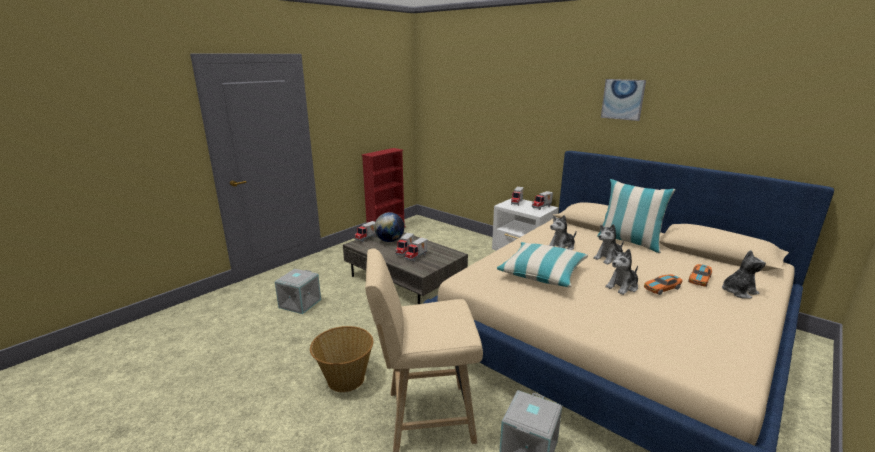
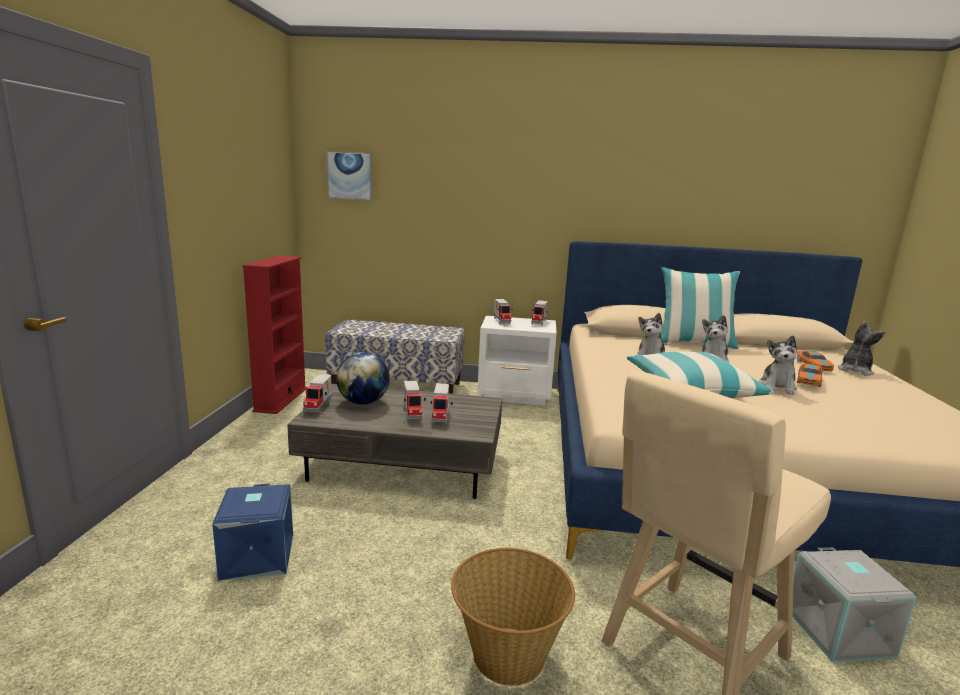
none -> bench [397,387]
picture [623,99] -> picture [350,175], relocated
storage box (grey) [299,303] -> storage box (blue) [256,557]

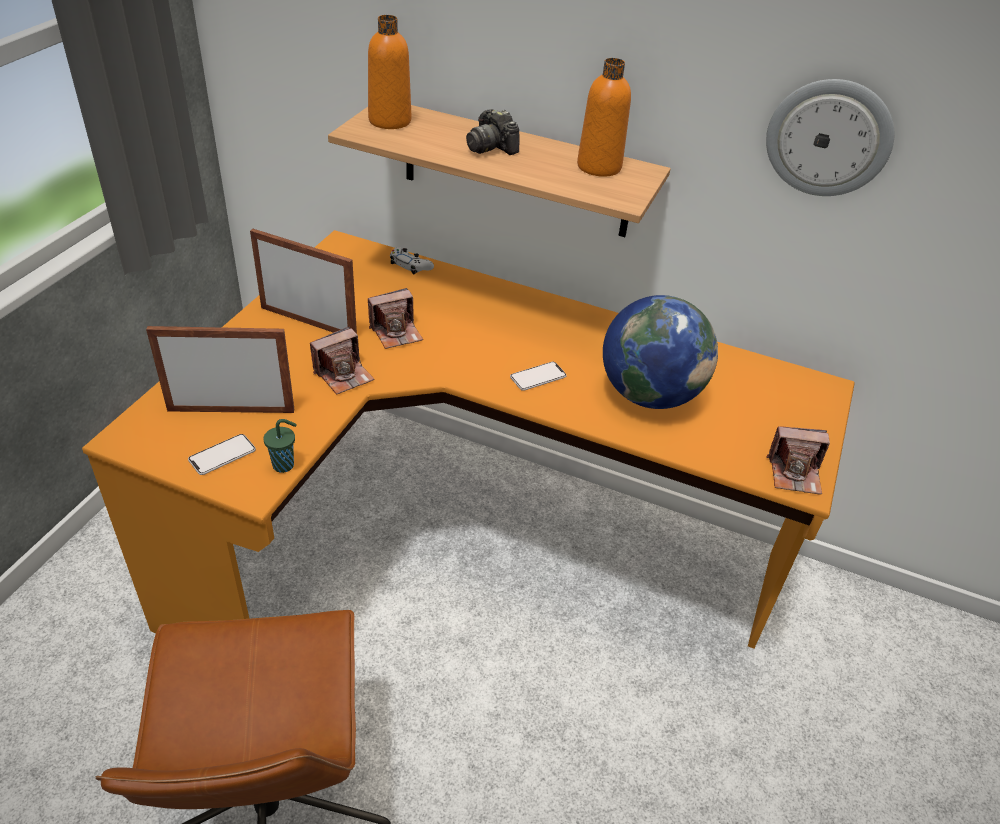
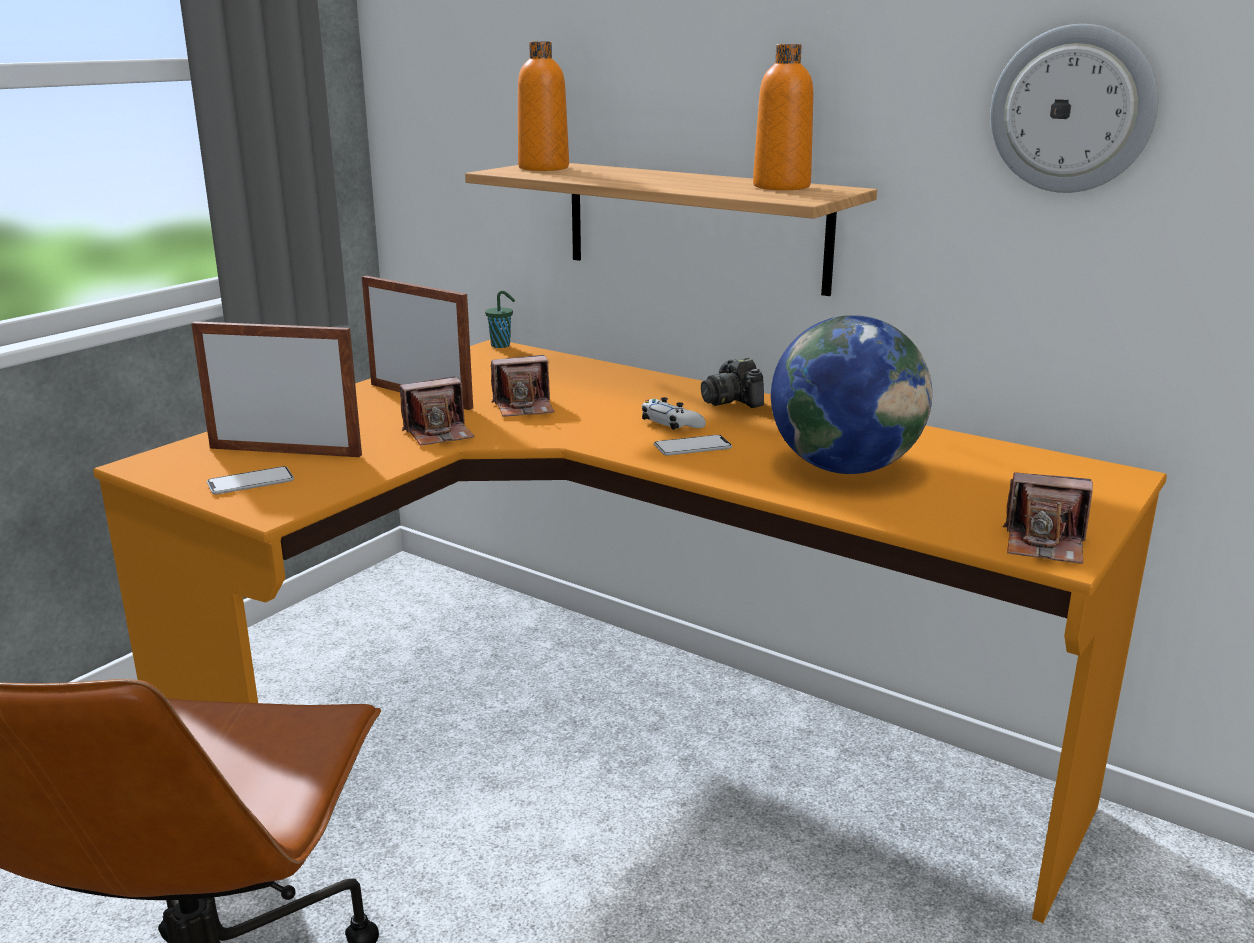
cup (green) [285,465] -> cup (green) [502,345], relocated
game controller (white) [410,266] -> game controller (white) [671,423], relocated
photo camera [491,147] -> photo camera [732,401], relocated

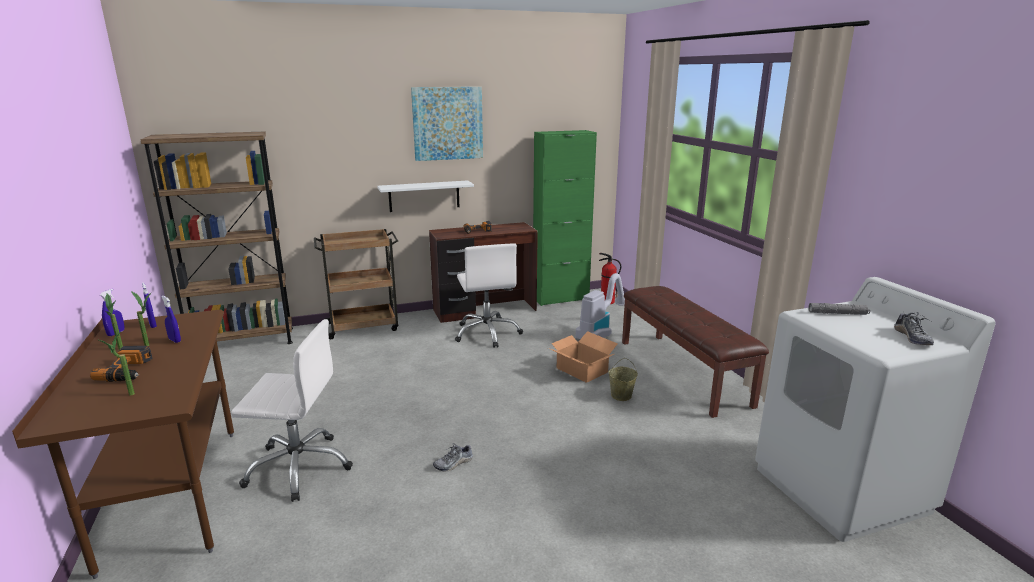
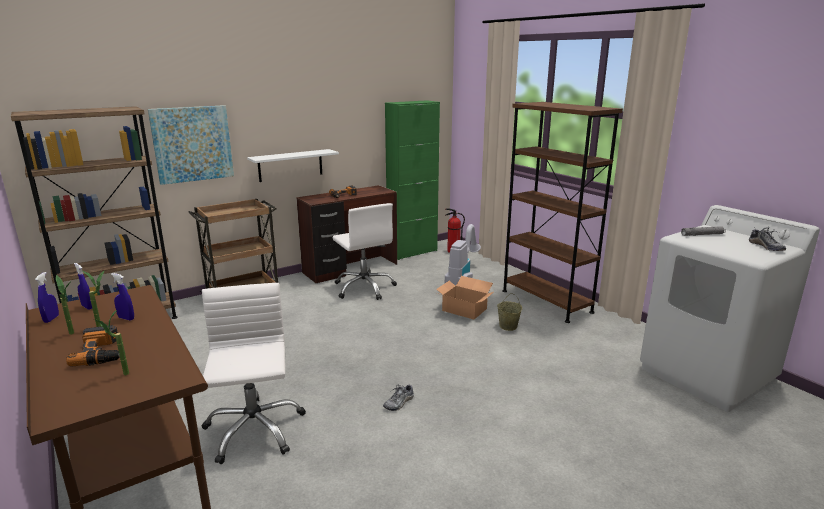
picture [447,123] -> picture [192,144], relocated
bench (brown) [683,372] -> bookcase (brown) [546,301]
office chair (white) [299,467] -> office chair (white) [254,430], 90 degrees counterclockwise

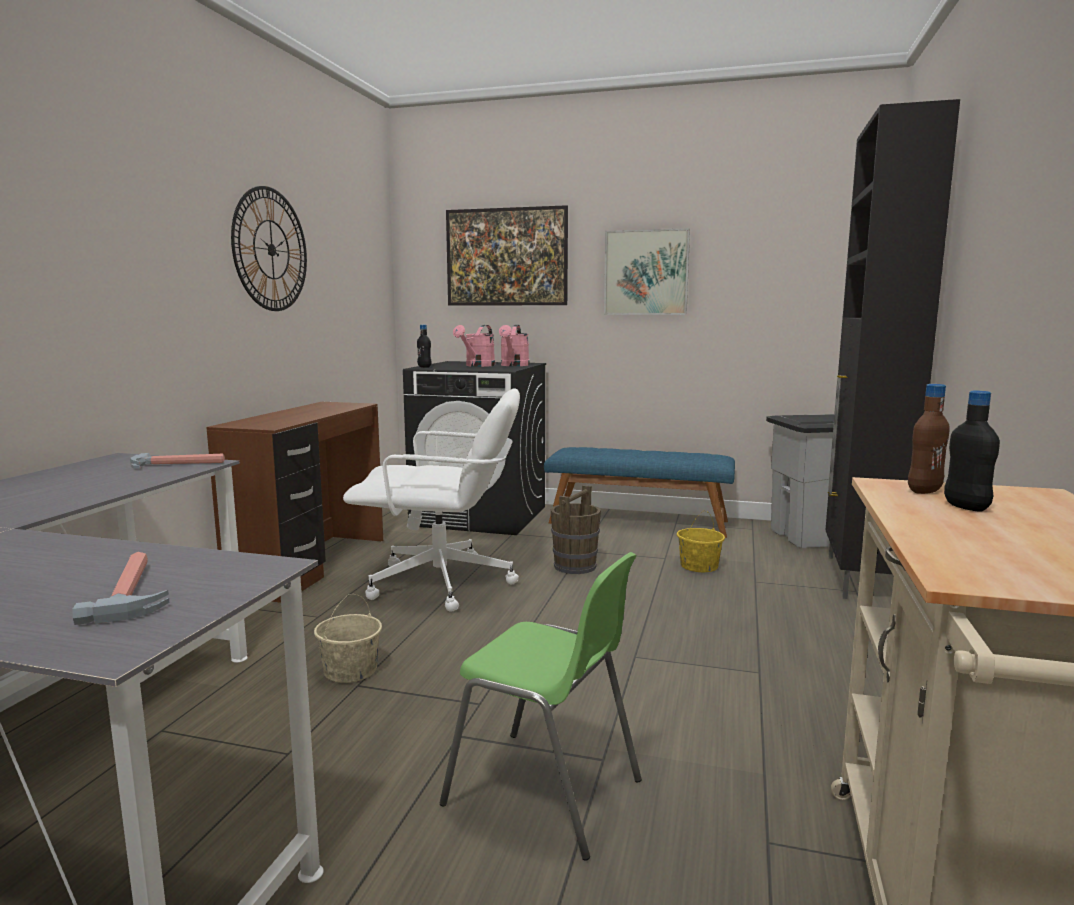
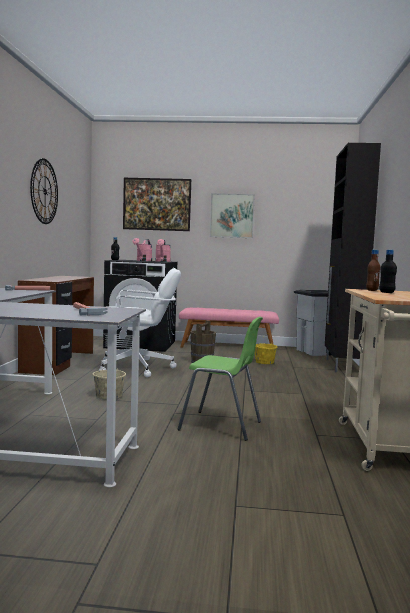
bench (blue) [638,521] -> bench (pink) [228,347]

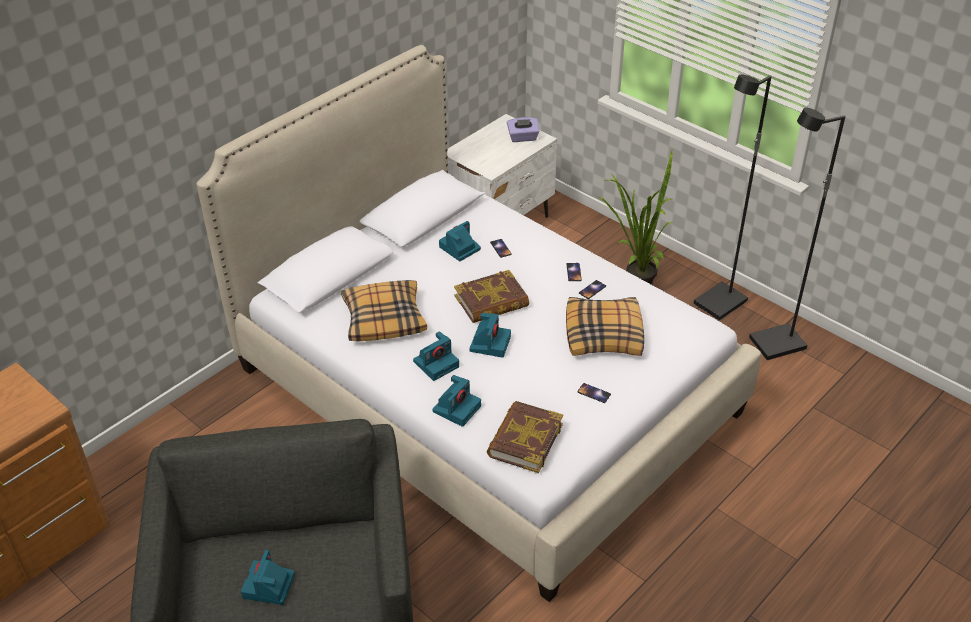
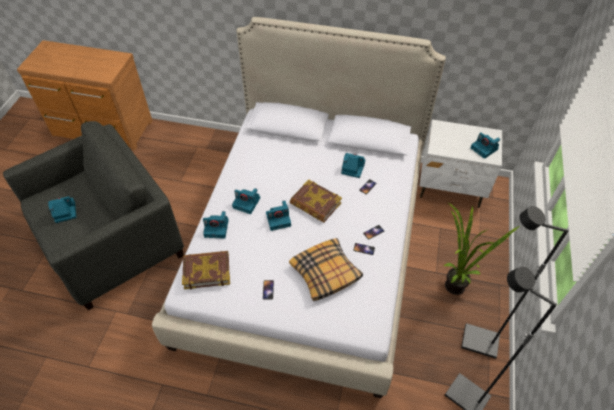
pillow [384,318] -> none
tissue box (purple) [523,138] -> photo camera [484,149]

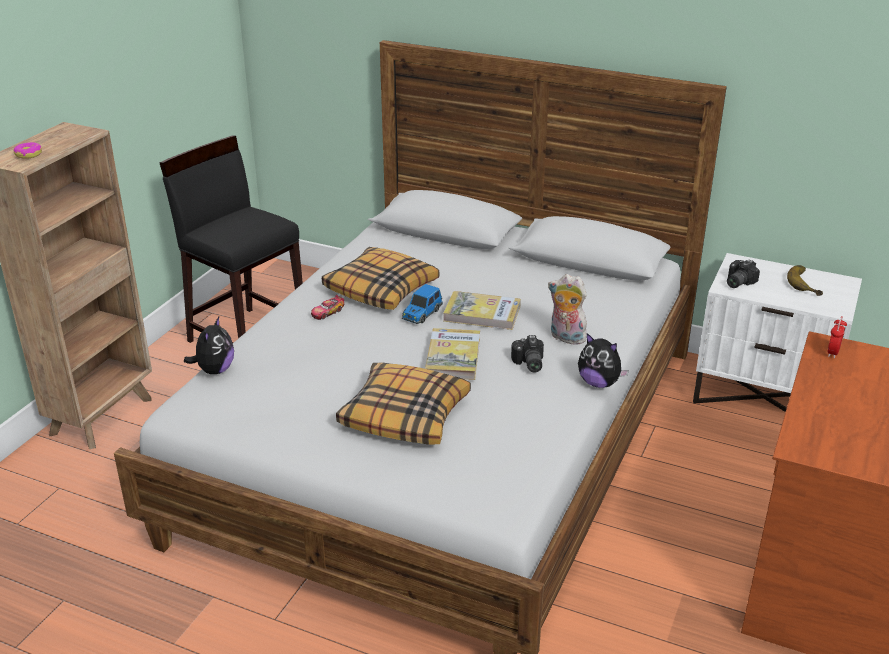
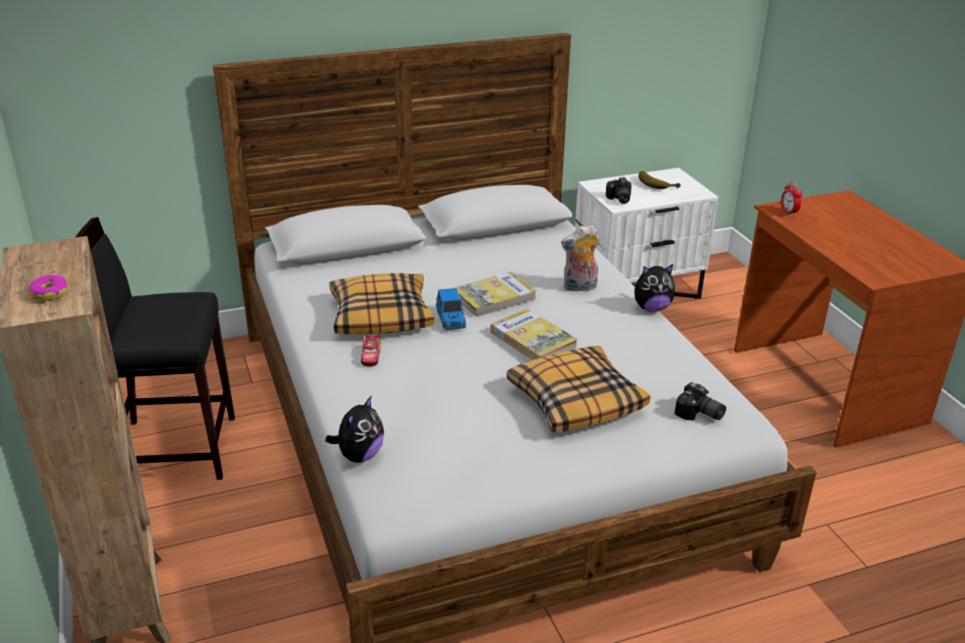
photo camera [528,364] -> photo camera [699,414], relocated
plush toy [214,370] -> plush toy [359,455], 60 degrees clockwise

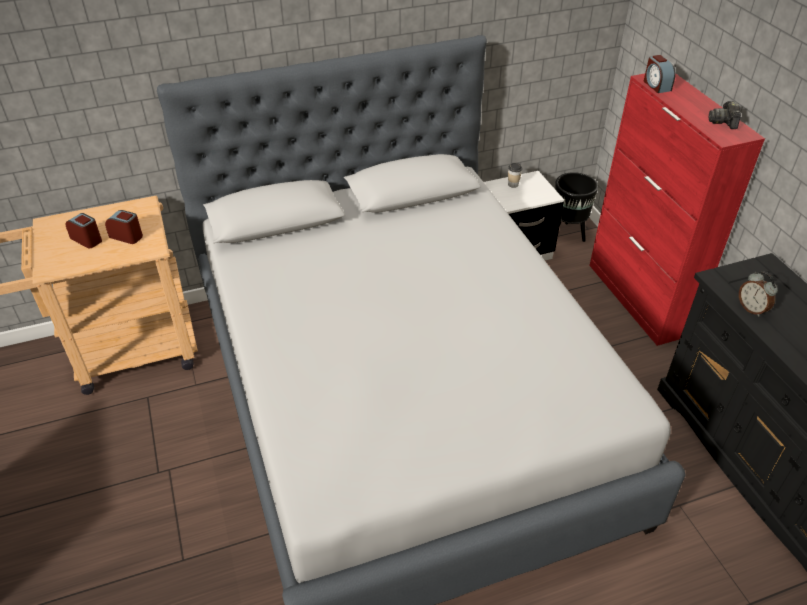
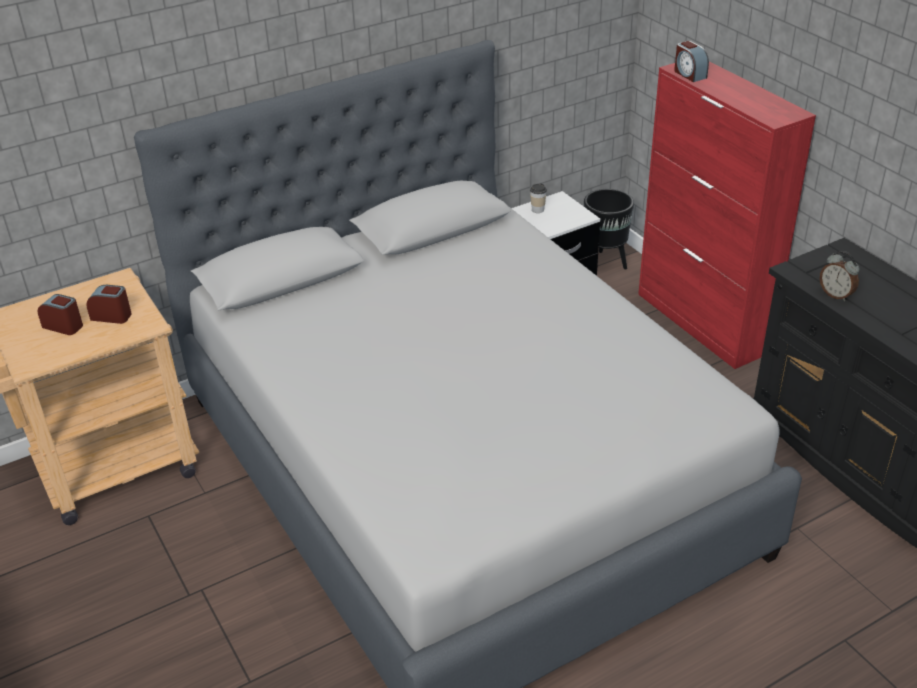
photo camera [723,122] -> none

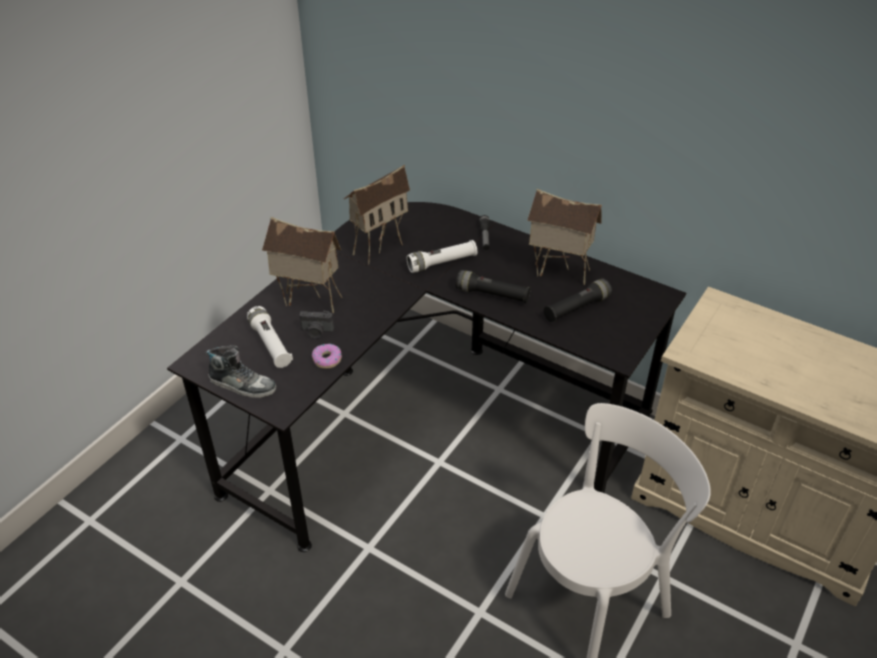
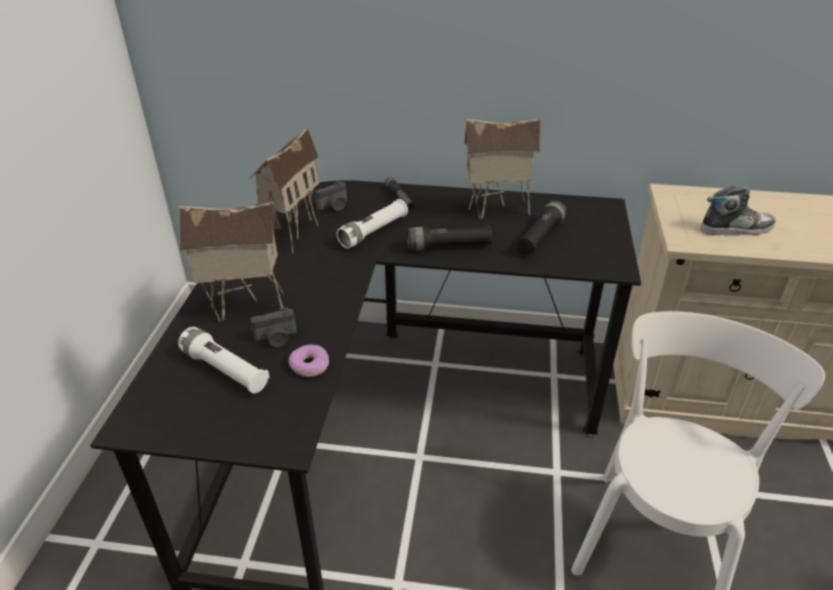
none -> photo camera [334,206]
shoe [242,385] -> shoe [736,228], relocated

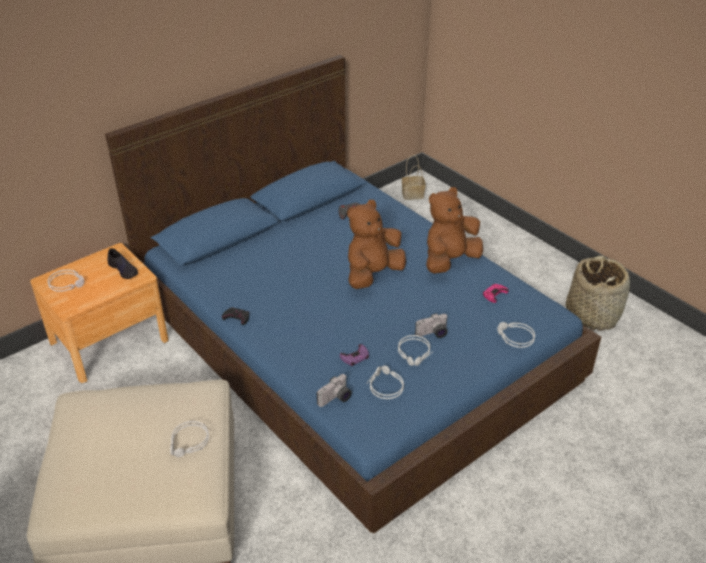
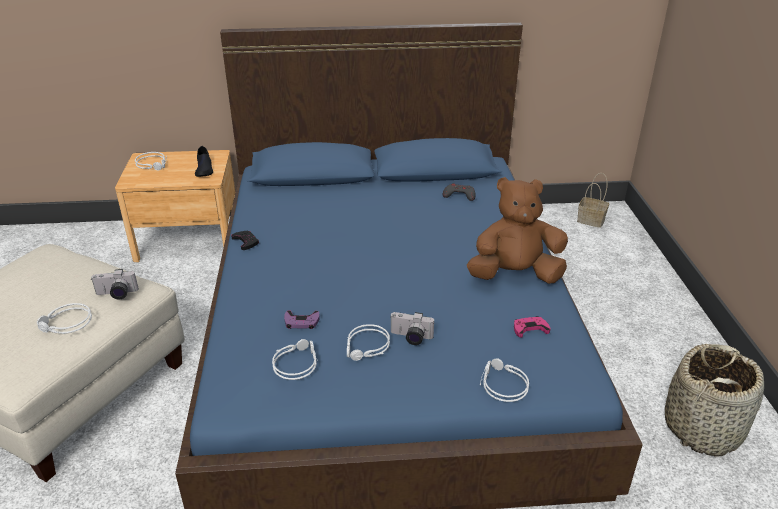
plush toy (brown) [373,274] -> none
photo camera [336,399] -> photo camera [116,294], relocated

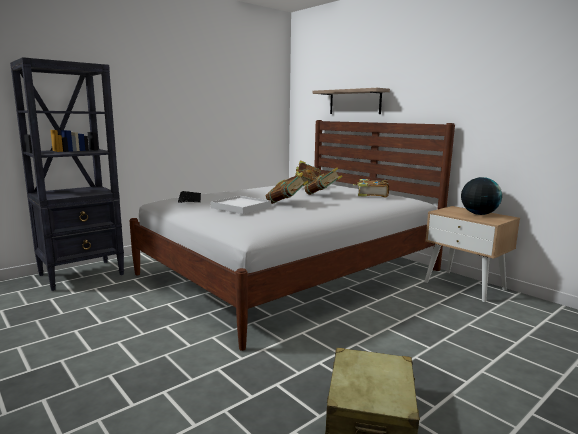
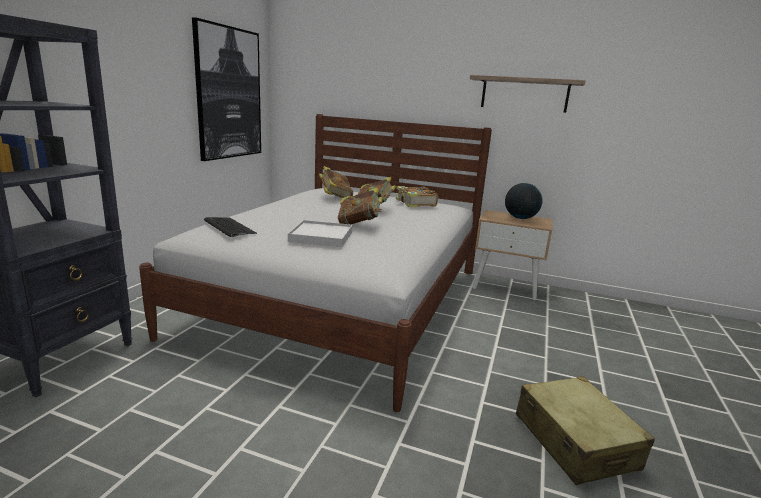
none -> picture [229,94]
shelf [354,102] -> shelf [524,94], relocated

